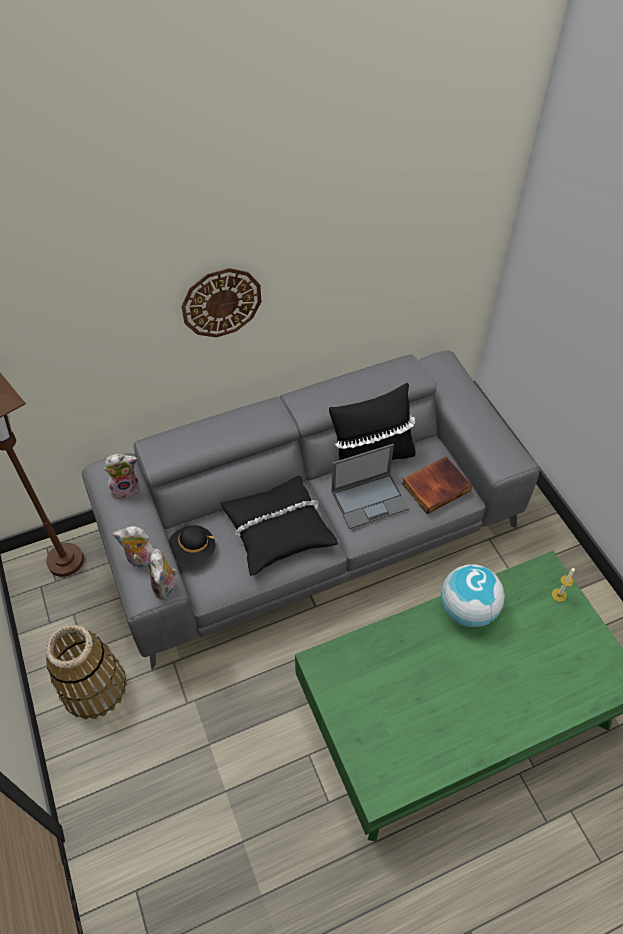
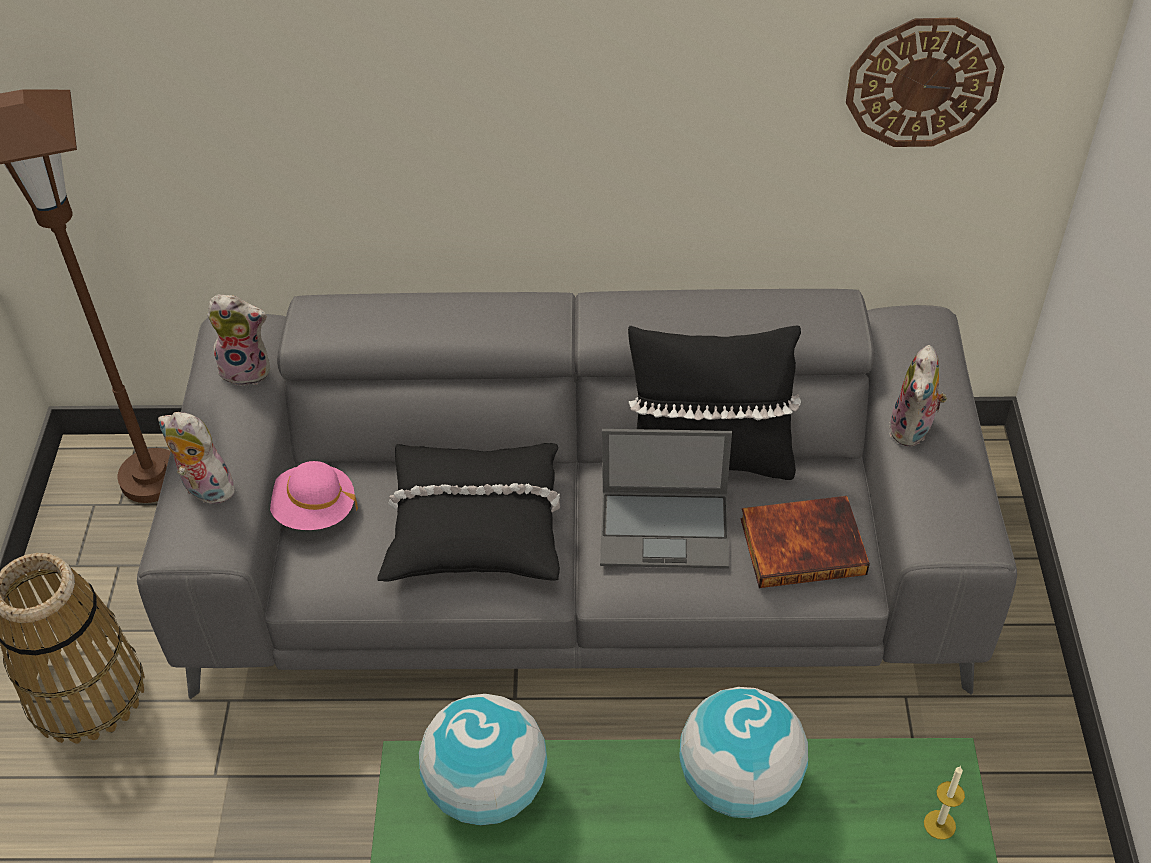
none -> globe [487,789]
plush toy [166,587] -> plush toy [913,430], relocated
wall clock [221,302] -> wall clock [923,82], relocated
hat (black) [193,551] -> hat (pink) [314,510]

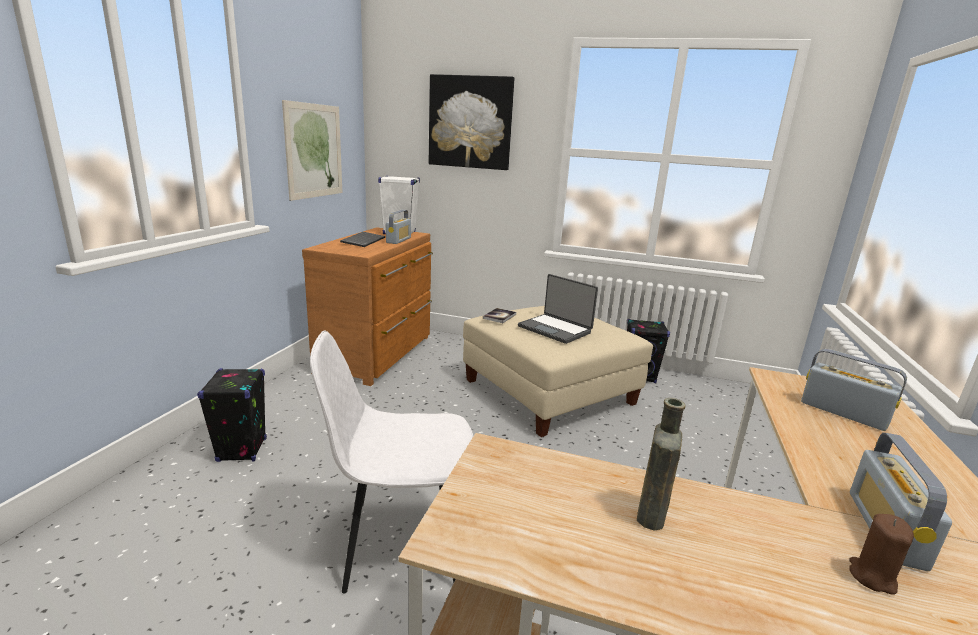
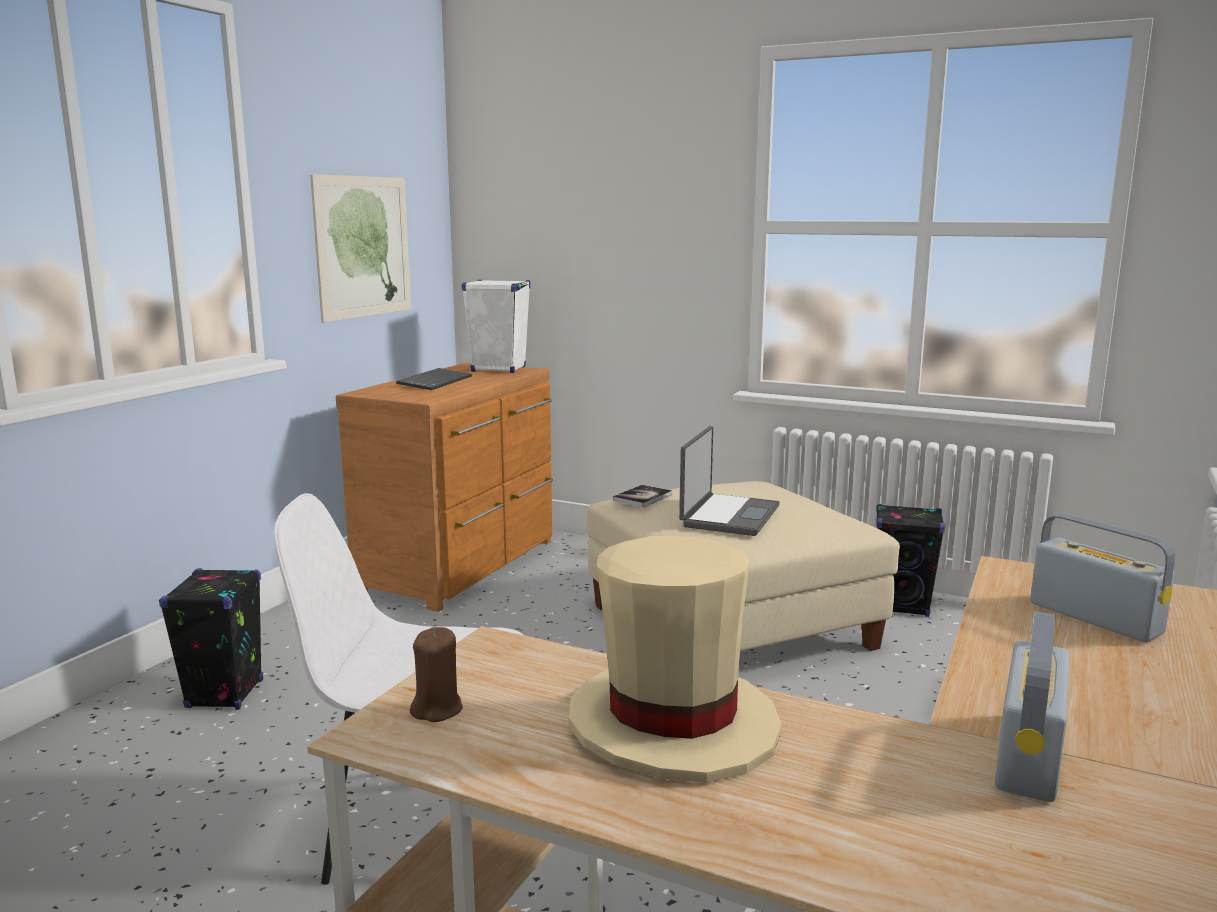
radio [398,240] -> none
picture [470,122] -> none
candle (brown) [872,576] -> candle (brown) [437,709], relocated
bottle (brown) [651,516] -> hat (beige) [673,724]
laptop [555,329] -> laptop [728,516], 120 degrees counterclockwise

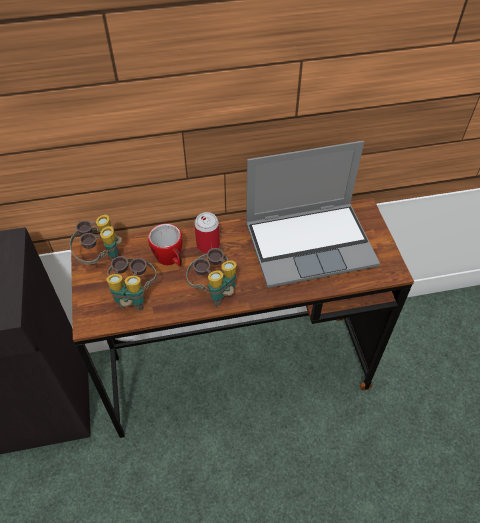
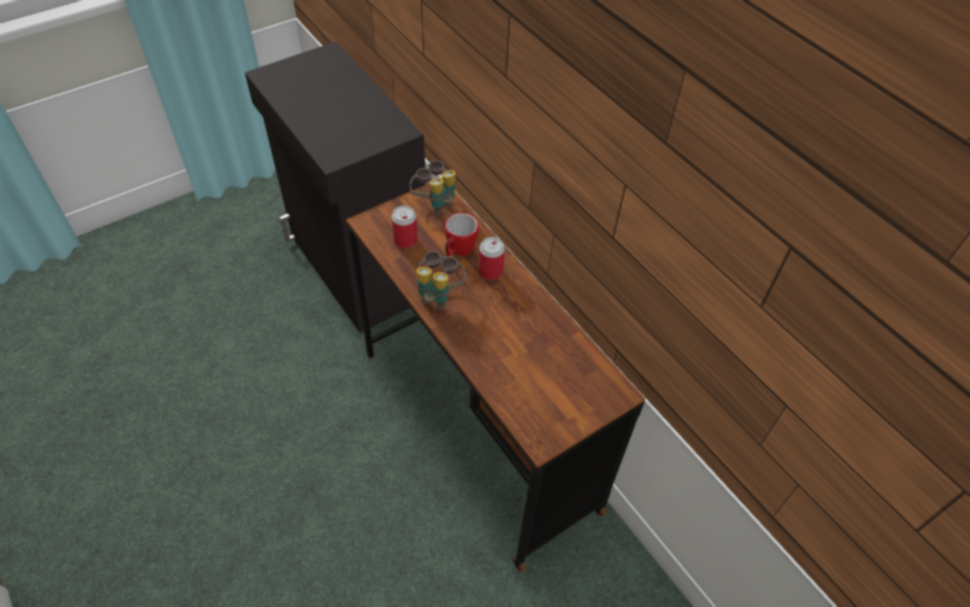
laptop [310,243] -> none
binoculars [134,296] -> can [405,240]

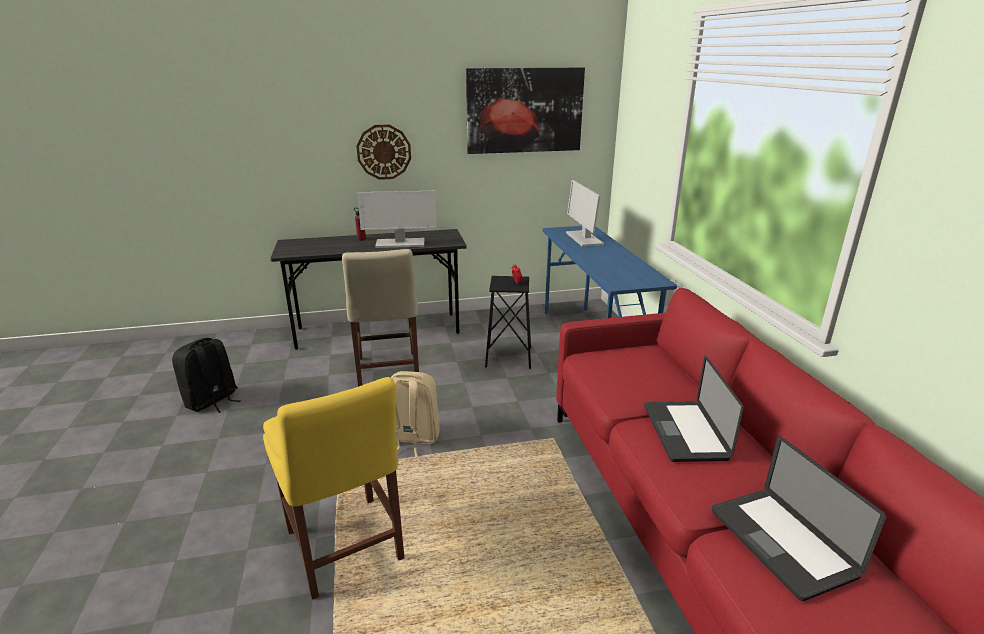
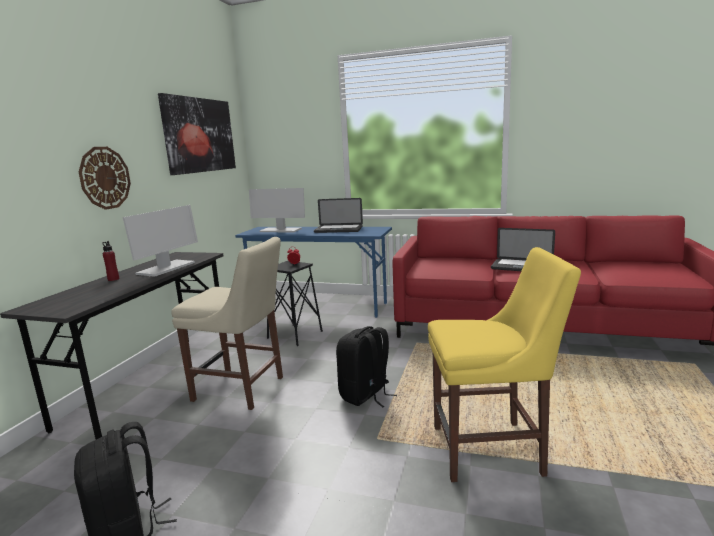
laptop [780,542] -> laptop [338,230], relocated
backpack (beige) [411,439] -> backpack (black) [365,395]

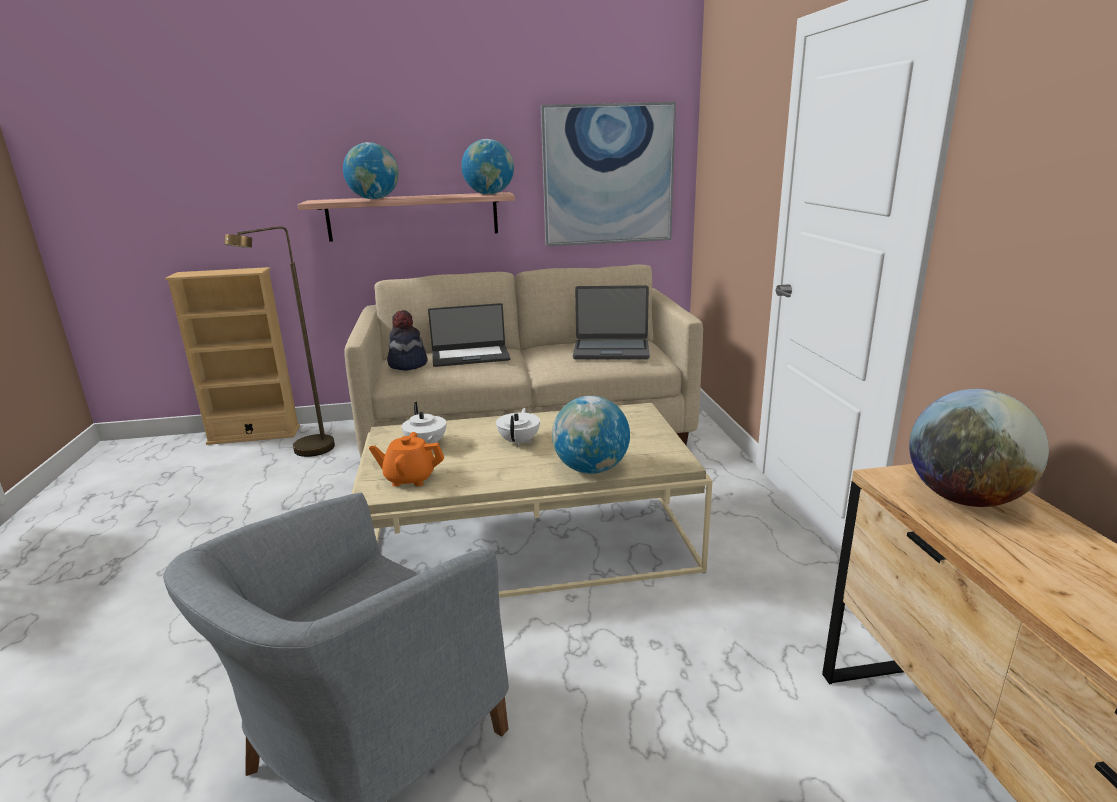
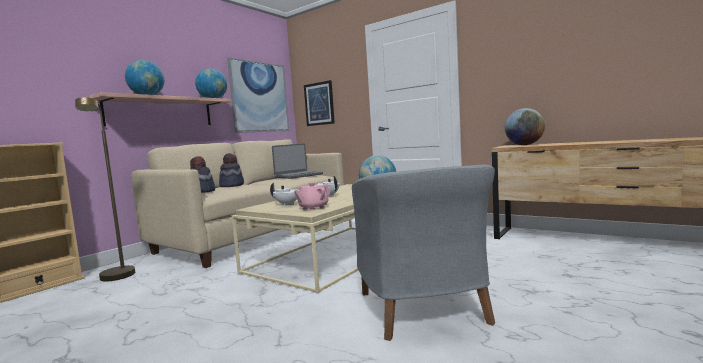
none -> picture [319,104]
laptop [470,356] -> hat [232,185]
teapot (orange) [410,478] -> teapot (pink) [313,208]

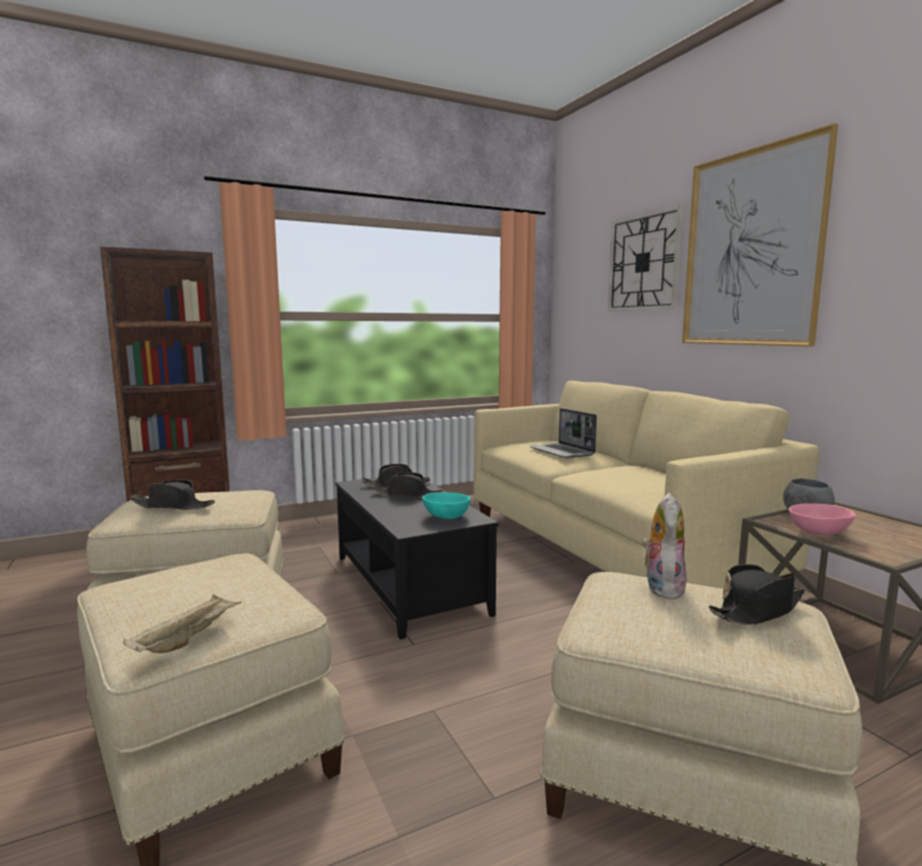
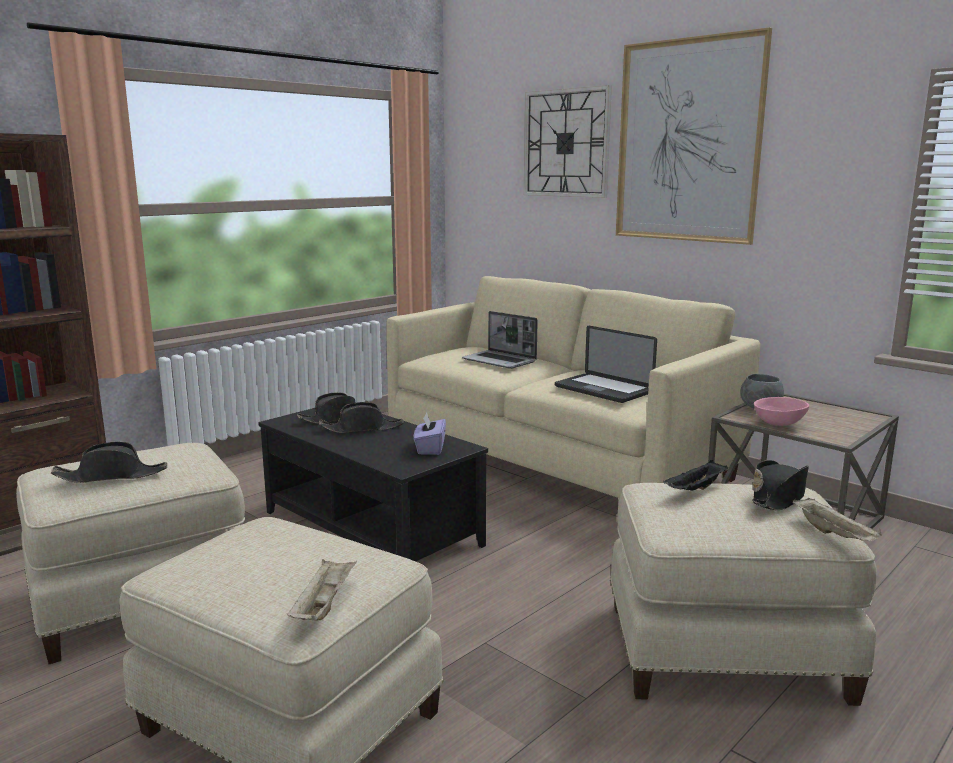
none -> laptop [603,390]
none -> tray (beige) [834,535]
bowl (turquoise) [446,516] -> tissue box (purple) [430,448]
plush toy [661,587] -> tray (black) [696,490]

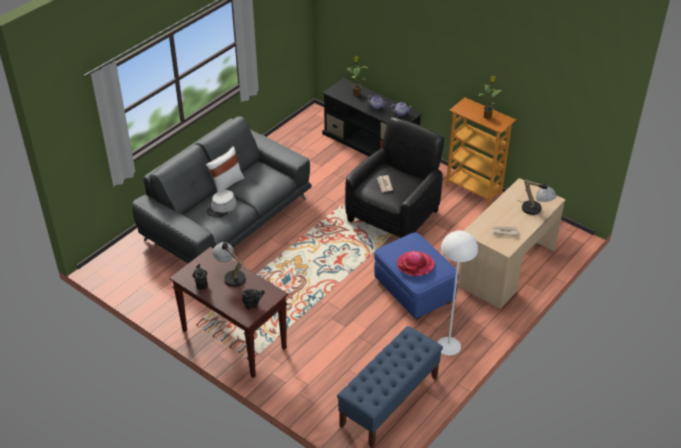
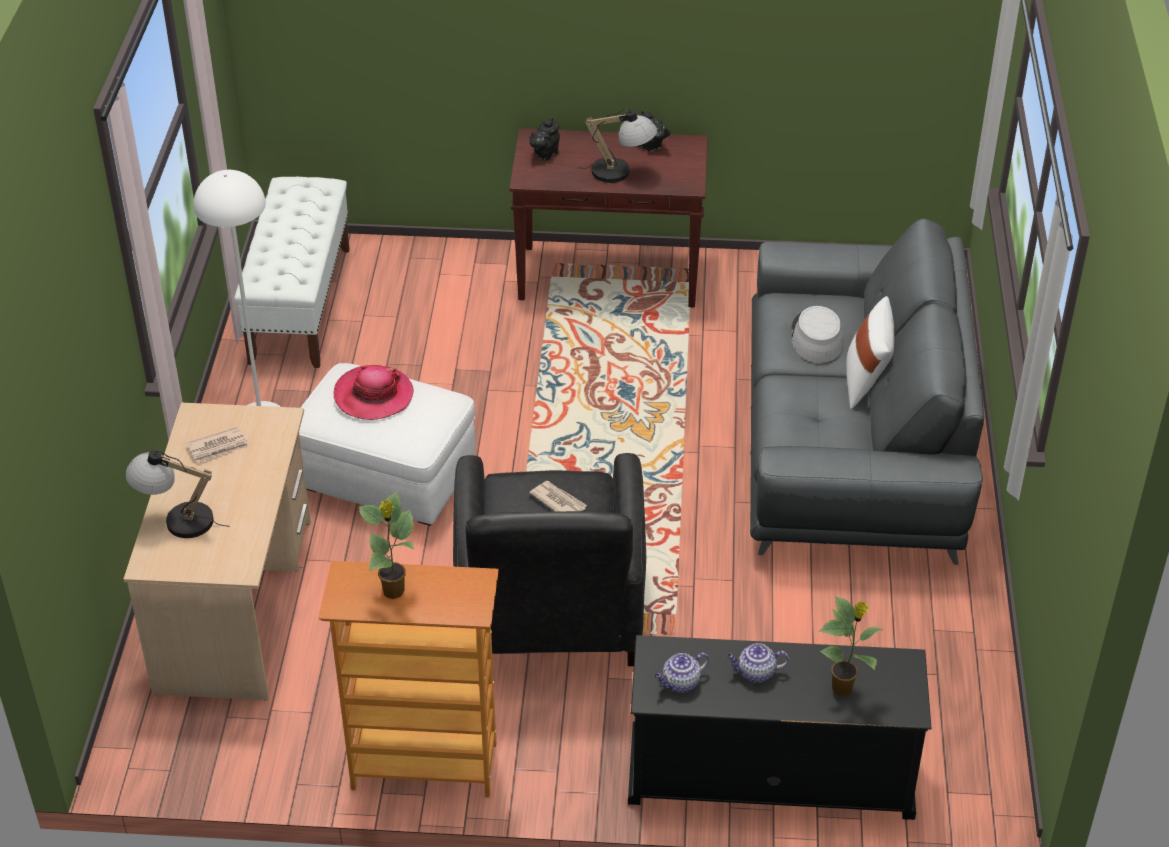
bench (blue) [389,402] -> bench (white) [300,304]
ottoman (blue) [414,291] -> ottoman (white) [386,477]

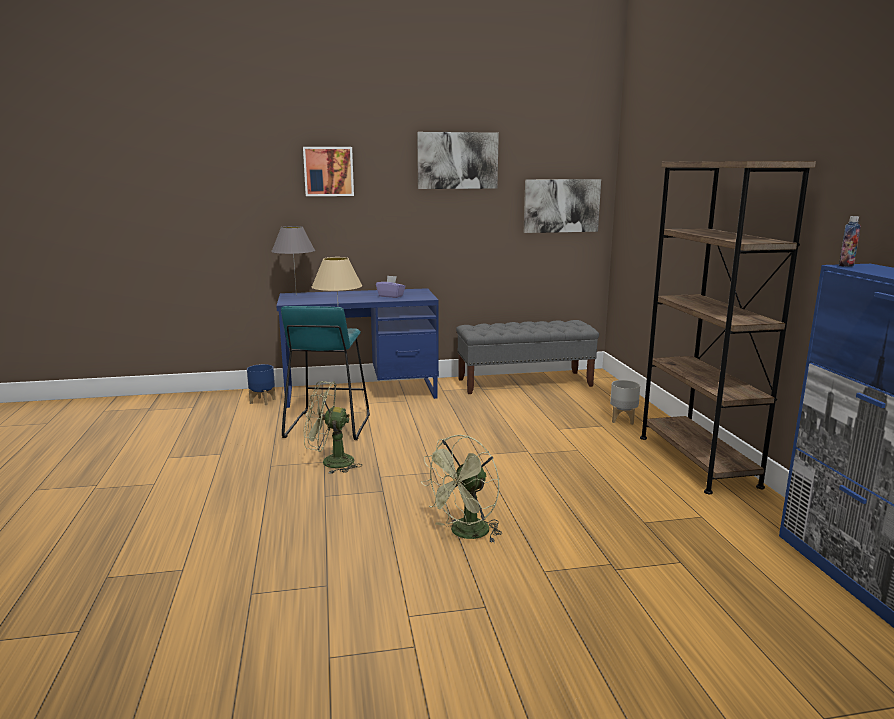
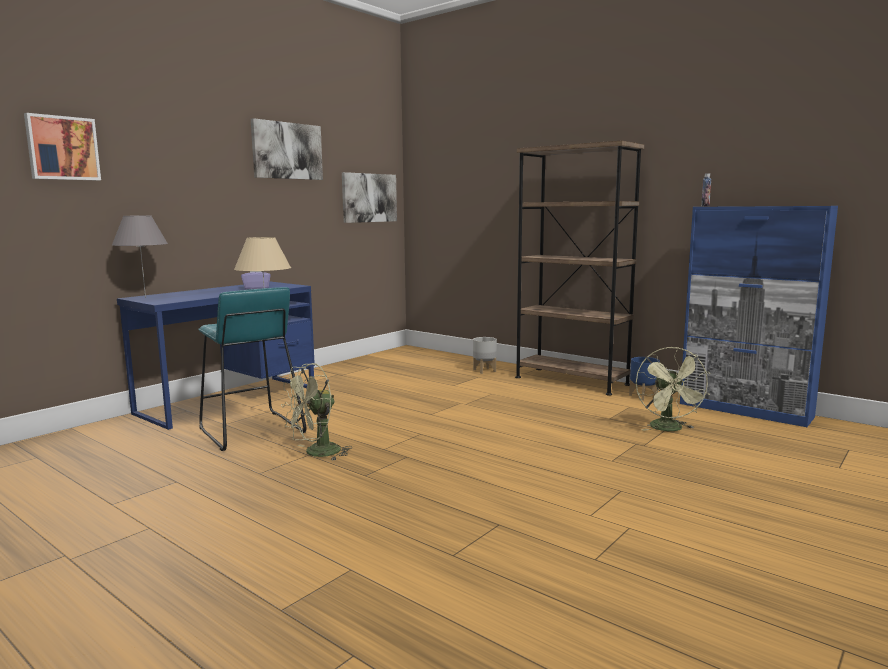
bench (grey) [525,382] -> none
planter (blue) [262,401] -> planter (blue) [643,396], relocated
picture [328,171] -> picture [62,148], relocated
fan (green) [465,534] -> fan (green) [669,429], relocated

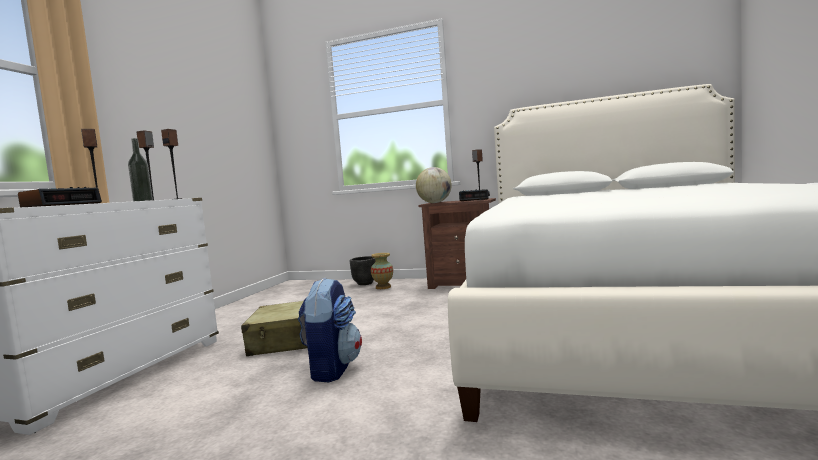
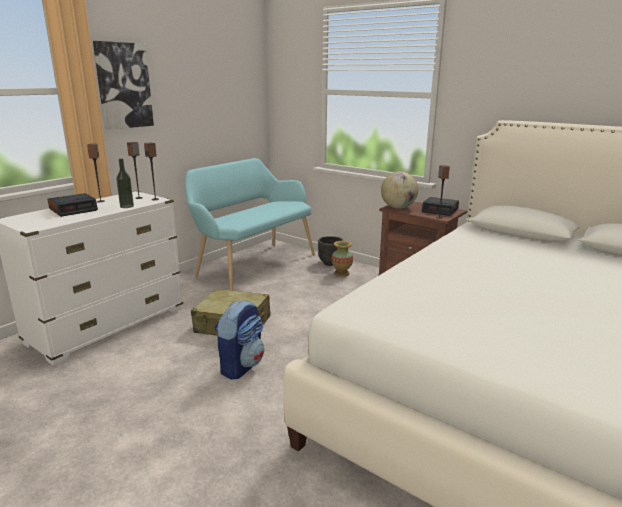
none -> picture [123,86]
none -> bench (turquoise) [252,264]

